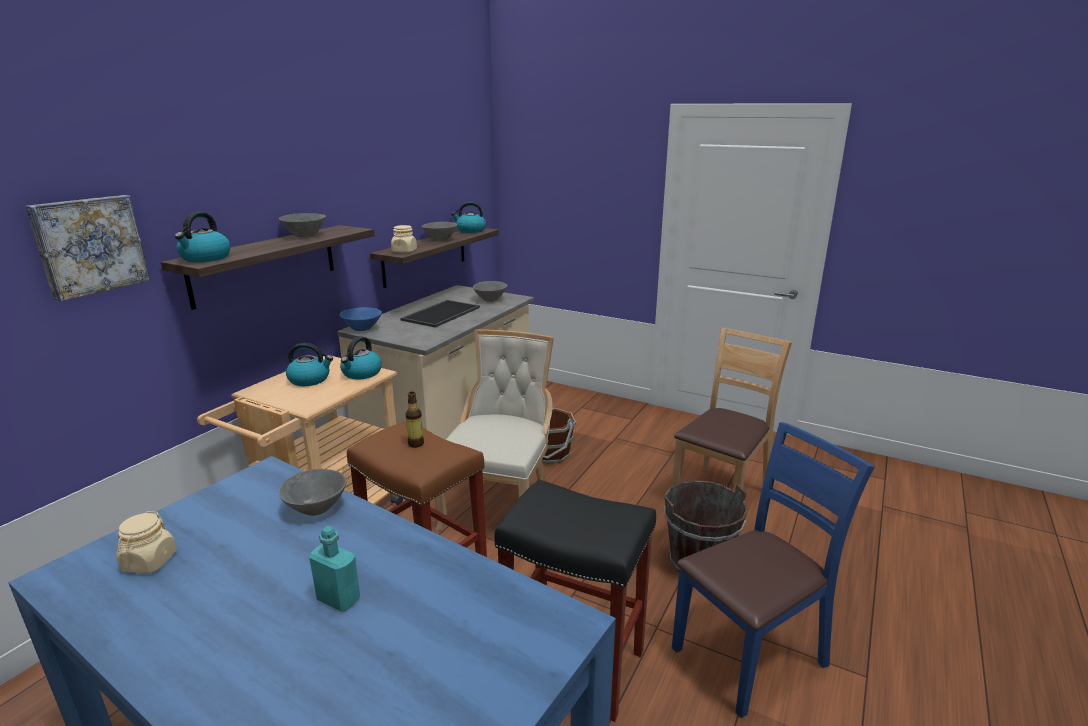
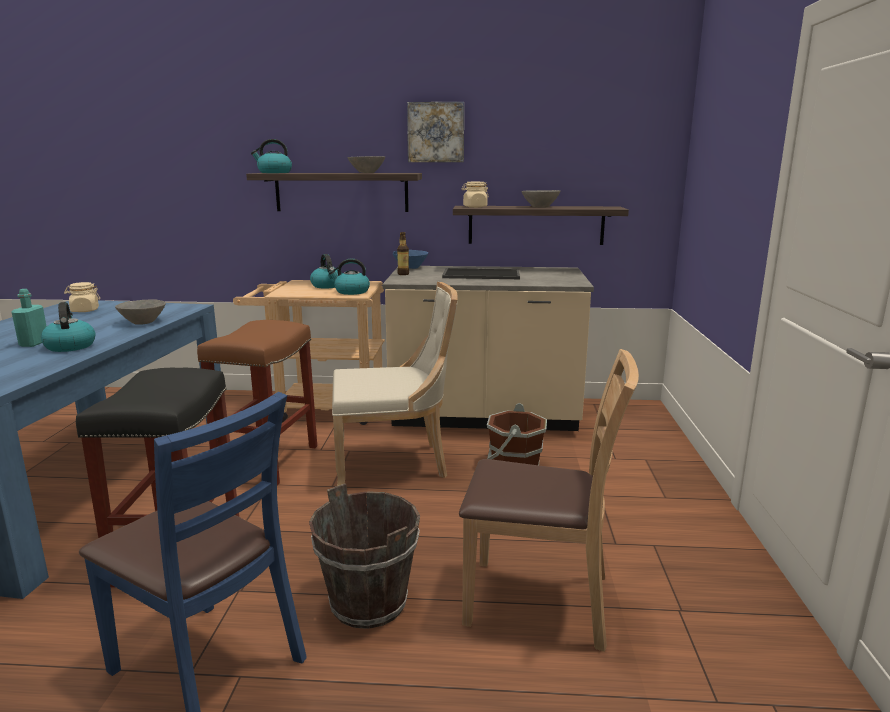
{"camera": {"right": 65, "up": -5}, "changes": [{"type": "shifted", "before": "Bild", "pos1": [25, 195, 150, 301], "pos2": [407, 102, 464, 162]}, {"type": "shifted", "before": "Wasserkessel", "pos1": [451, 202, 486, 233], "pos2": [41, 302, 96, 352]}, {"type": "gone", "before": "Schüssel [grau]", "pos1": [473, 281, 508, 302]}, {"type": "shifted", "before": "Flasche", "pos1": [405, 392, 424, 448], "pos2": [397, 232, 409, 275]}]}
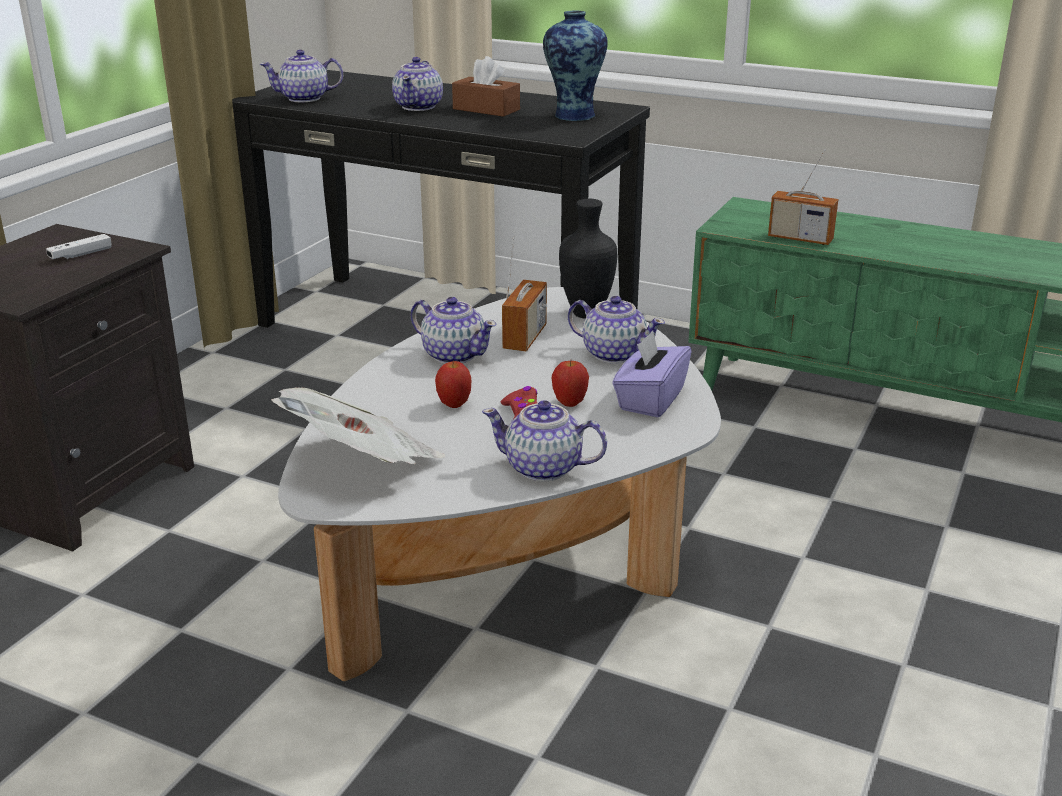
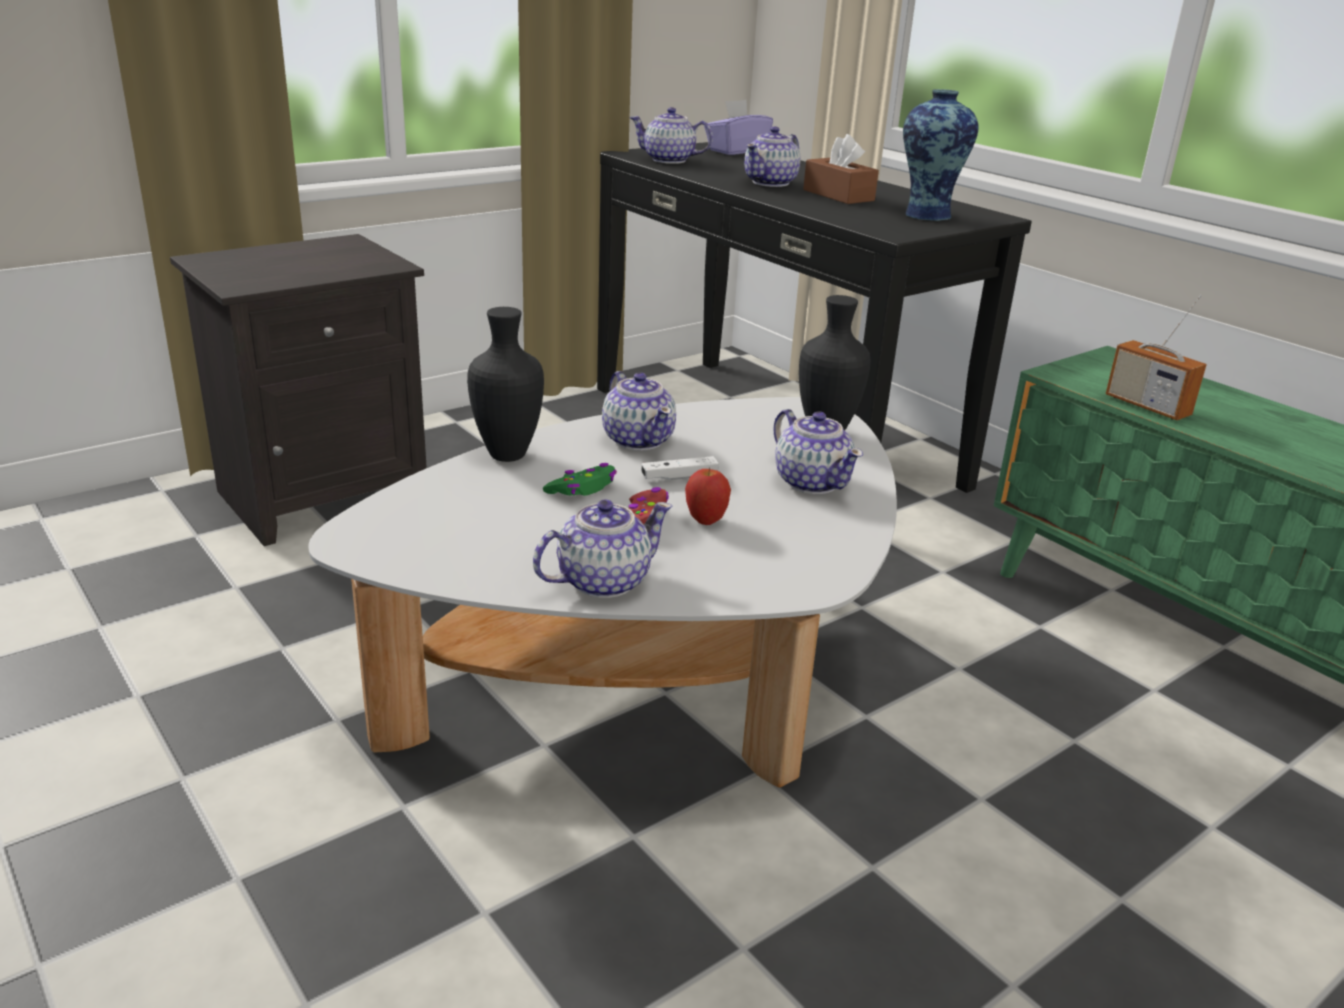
{"camera": {"right": 25, "up": 0}, "changes": [{"type": "shifted", "before": "Gamepad [weiß]", "pos1": [46, 234, 112, 259], "pos2": [641, 456, 719, 481]}, {"type": "gone", "before": "Radio", "pos1": [502, 236, 547, 351]}, {"type": "shifted", "before": "Taschentuchbox [lila]", "pos1": [612, 331, 691, 417], "pos2": [704, 100, 773, 155]}, {"type": "swapped", "before": "Apfel", "after": "Gamepad [grün]", "pos1": [435, 361, 471, 408], "pos2": [543, 463, 617, 496]}, {"type": "gone", "before": "Zeitung", "pos1": [271, 387, 445, 464]}, {"type": "rotated", "before": "Teekanne", "pos1": [482, 400, 607, 482], "pos2": [533, 499, 672, 598], "turn": 105}, {"type": "new", "after": "Vase [schwarz]", "pos2": [467, 307, 544, 462]}]}
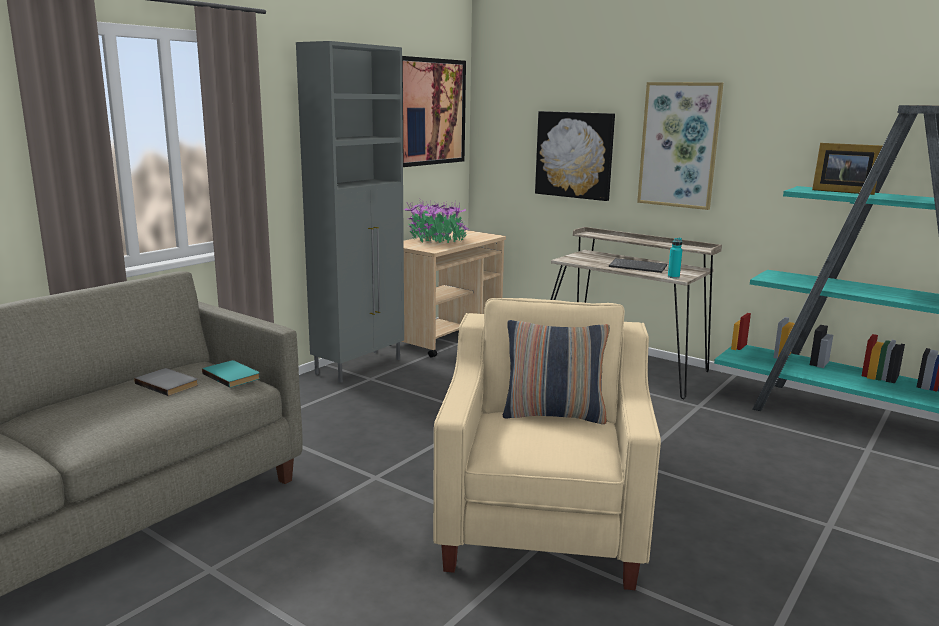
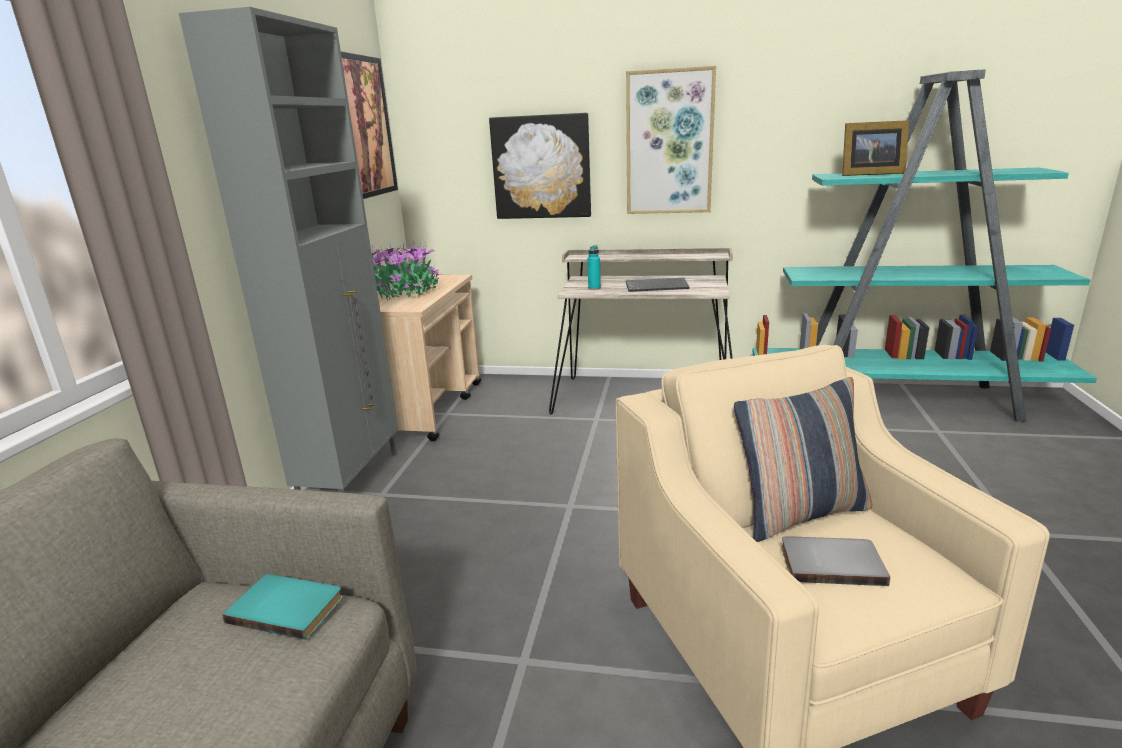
{"camera": {"right": -25, "up": 5}, "changes": [{"type": "shifted", "before": "Flasche [türkis]", "pos1": [668, 238, 682, 278], "pos2": [587, 245, 601, 290]}, {"type": "shifted", "before": "Buch [grau]", "pos1": [134, 368, 198, 396], "pos2": [781, 536, 890, 586]}]}
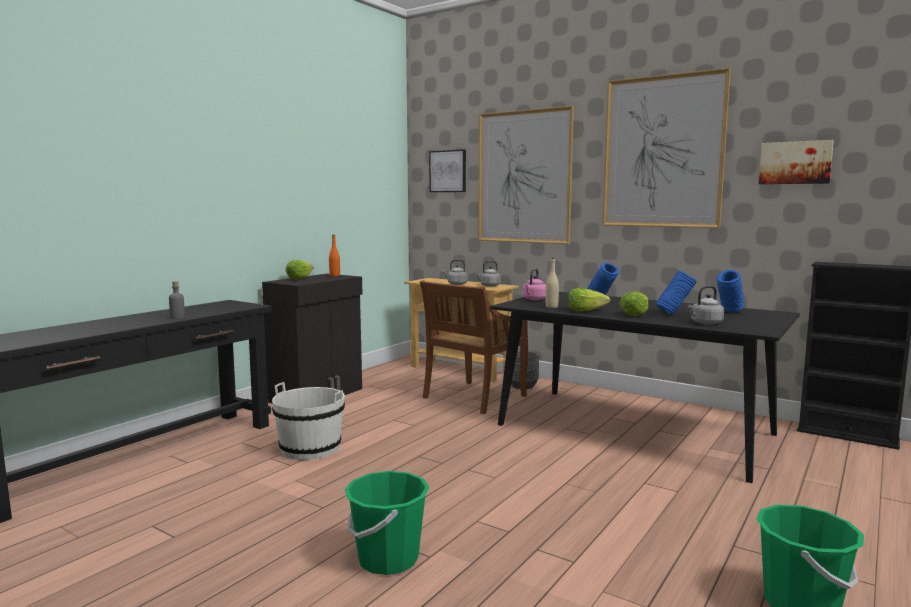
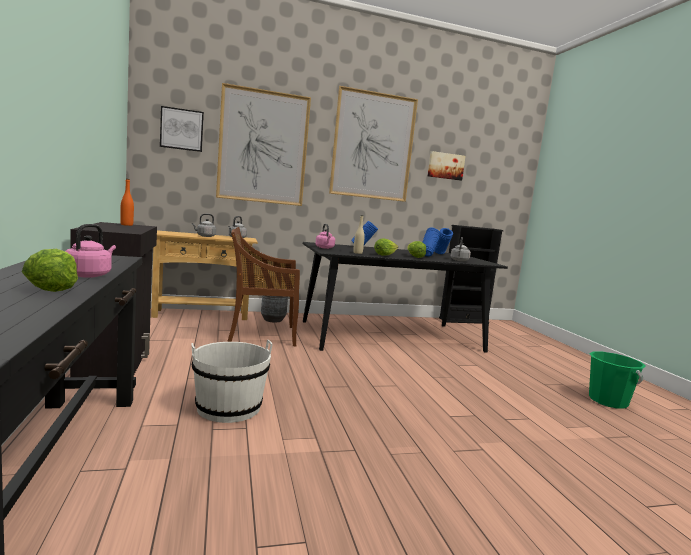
{"camera": {"right": -50, "up": 0}, "changes": [{"type": "shifted", "before": "Salatkopf", "pos1": [285, 260, 313, 280], "pos2": [22, 249, 78, 292]}, {"type": "rotated", "before": "Stuhl [braun]", "pos1": [420, 280, 528, 414], "pos2": [227, 227, 300, 346], "turn": 90}, {"type": "swapped", "before": "Flasche [grau]", "after": "Wasserkessel [rosa]", "pos1": [169, 281, 185, 319], "pos2": [65, 224, 116, 278]}, {"type": "gone", "before": "Eimer [grün]", "pos1": [345, 471, 430, 575]}]}
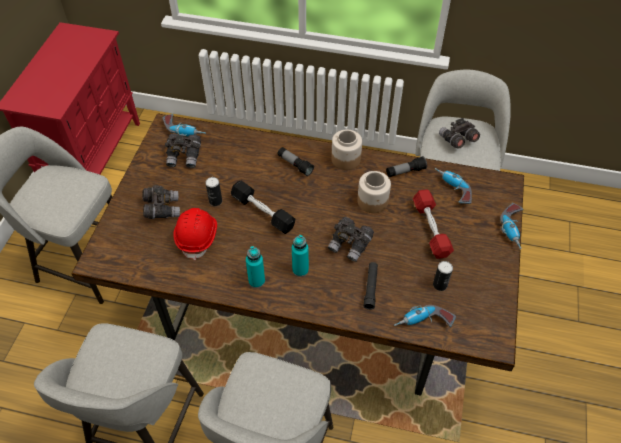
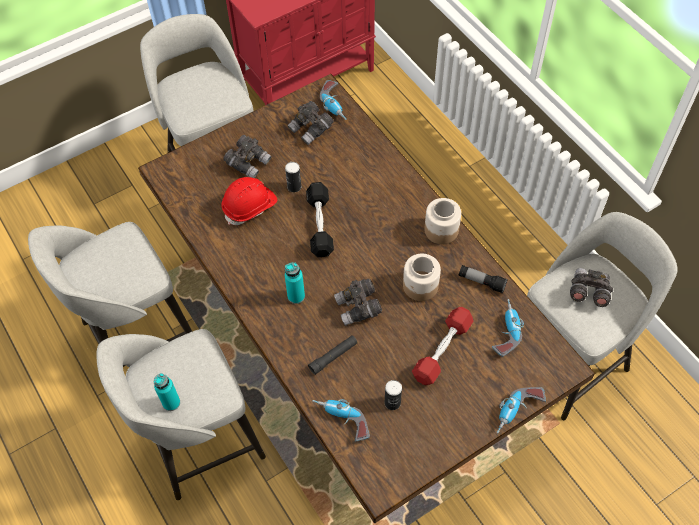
{"camera": {"right": 45, "up": 5}, "changes": [{"type": "gone", "before": "Taschenlampe", "pos1": [277, 147, 314, 176]}, {"type": "shifted", "before": "Flasche [türkis]", "pos1": [246, 246, 265, 288], "pos2": [154, 373, 180, 411]}]}
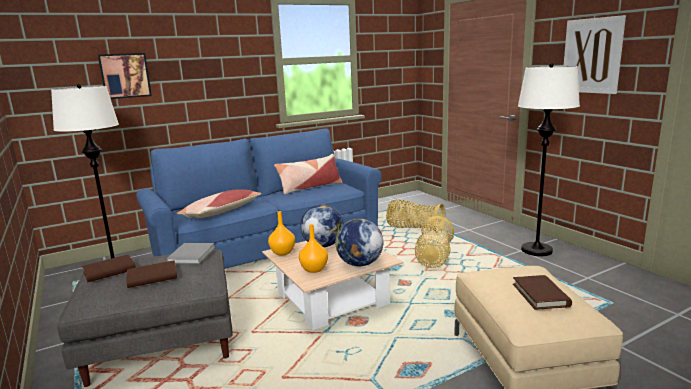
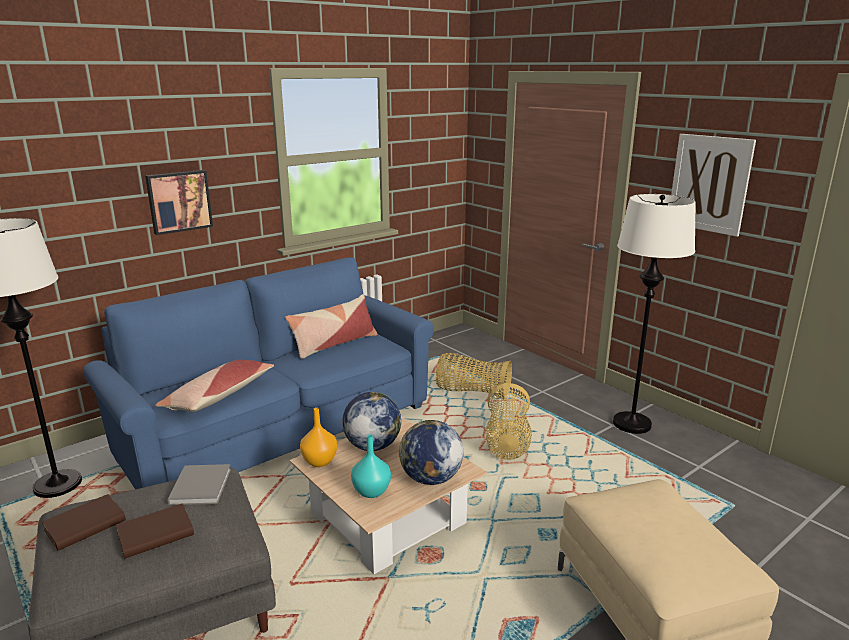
{"camera": {"right": -10, "up": 5}, "changes": [{"type": "shifted", "before": "Bild", "pos1": [98, 53, 152, 99], "pos2": [145, 170, 213, 235]}, {"type": "repainted", "before": "Vase [orange]", "after": "Vase [türkis]", "pos1": [299, 224, 328, 273], "pos2": [351, 435, 391, 498]}, {"type": "gone", "before": "Buch [braun]", "pos1": [513, 275, 572, 310]}]}
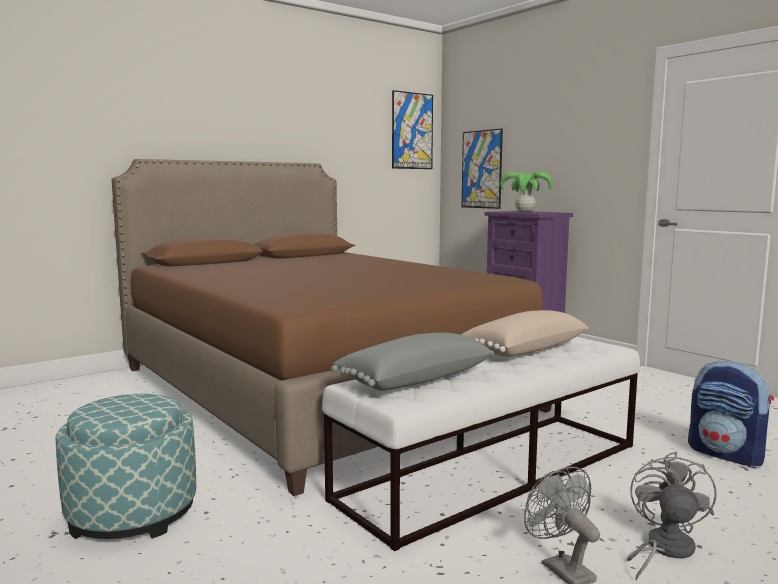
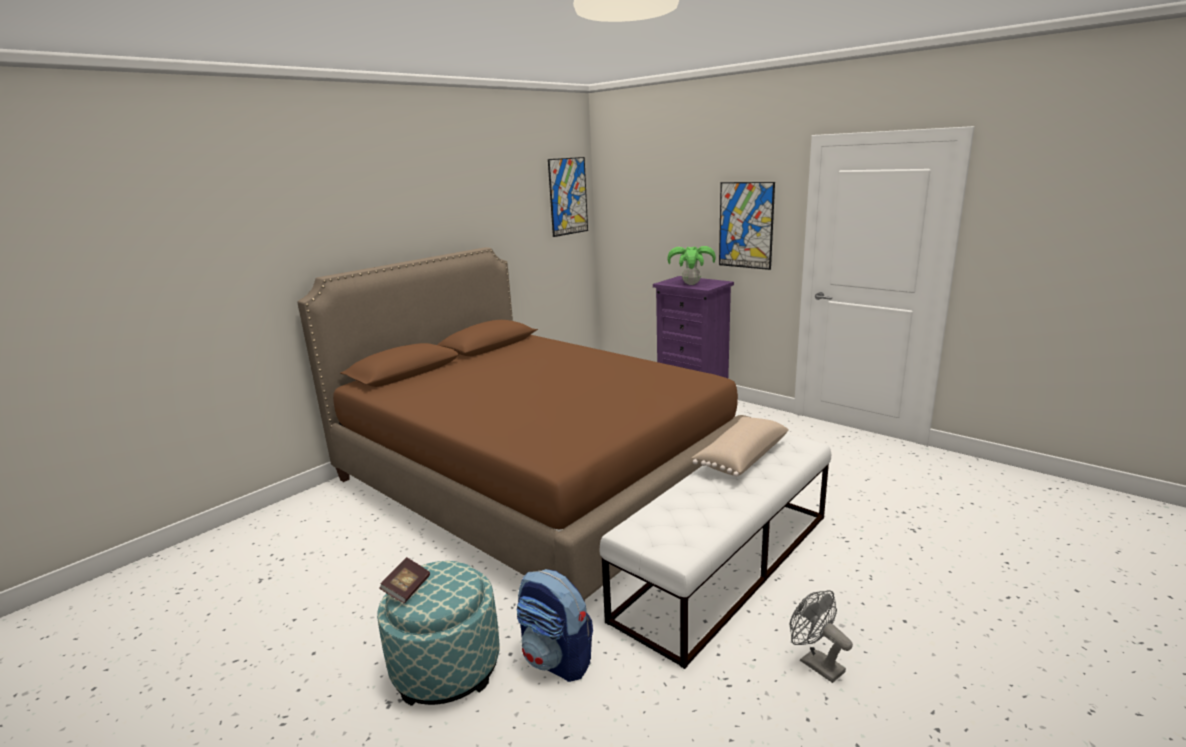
{"camera": {"right": -10, "up": 10}, "changes": [{"type": "shifted", "before": "Bild", "pos1": [462, 129, 503, 209], "pos2": [719, 182, 775, 270]}, {"type": "gone", "before": "Kissen [grau]", "pos1": [331, 333, 494, 391]}, {"type": "shifted", "before": "Rucksack", "pos1": [688, 361, 774, 467], "pos2": [516, 569, 593, 682]}, {"type": "gone", "before": "Ventilator [grau]", "pos1": [627, 452, 717, 581]}, {"type": "new", "after": "Buch", "pos2": [379, 557, 430, 603]}]}
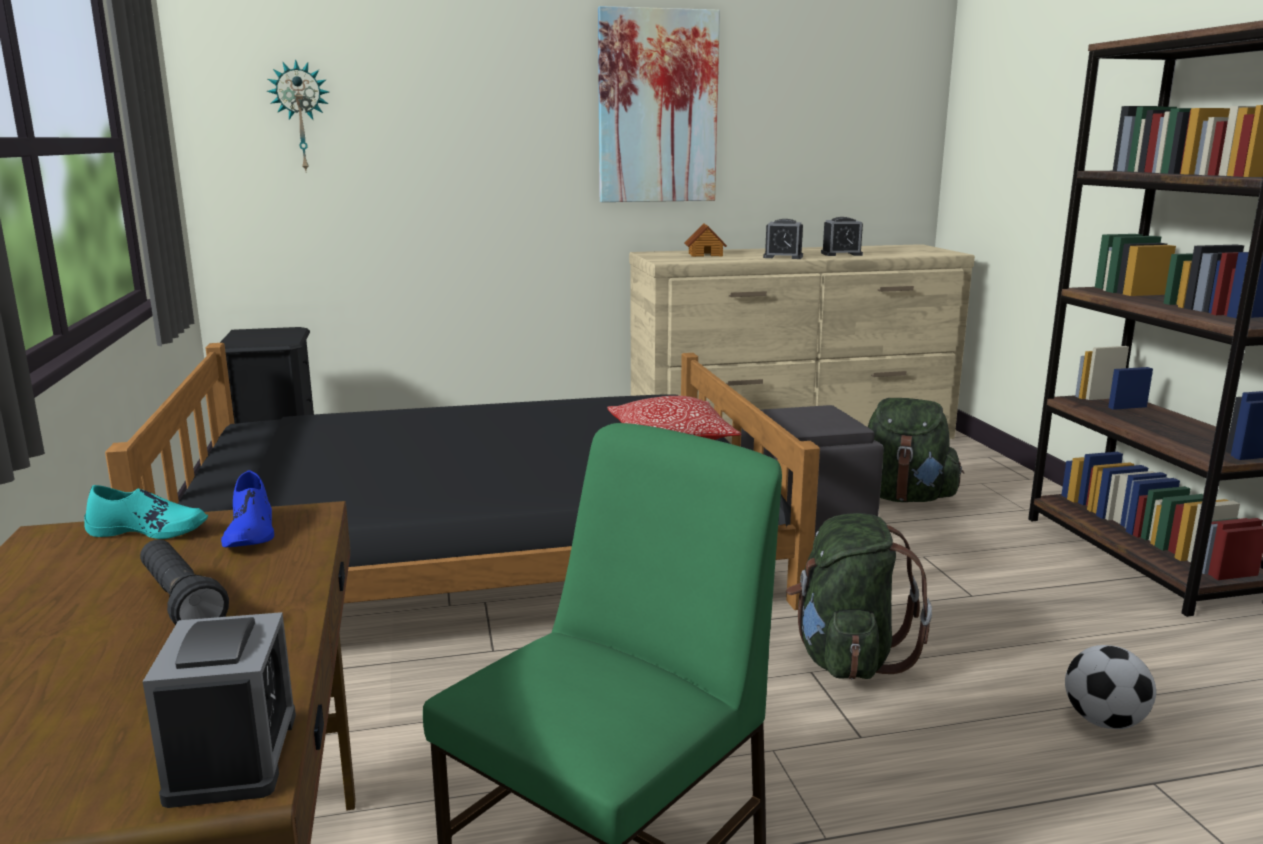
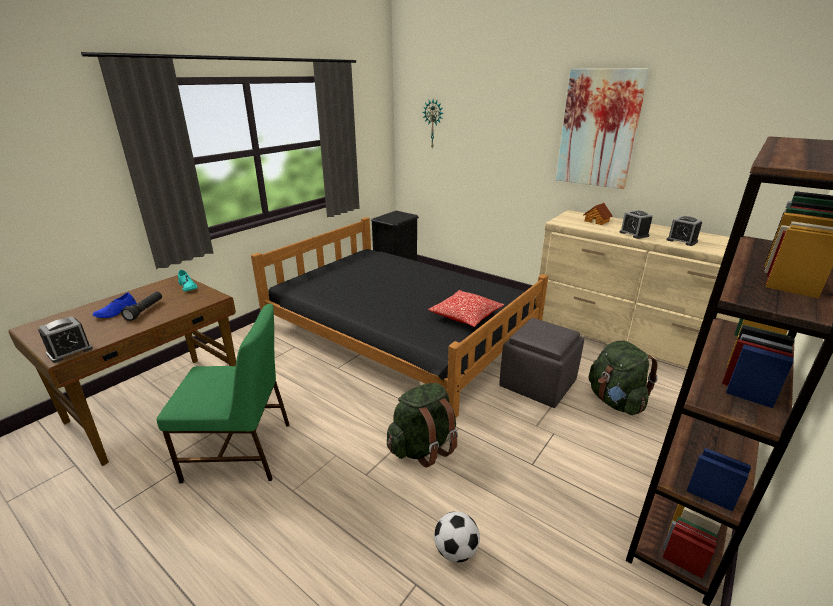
{"camera": {"right": 50, "up": 10}, "changes": [{"type": "shifted", "before": "Schuh [blau]", "pos1": [221, 470, 274, 547], "pos2": [93, 292, 137, 318]}]}
